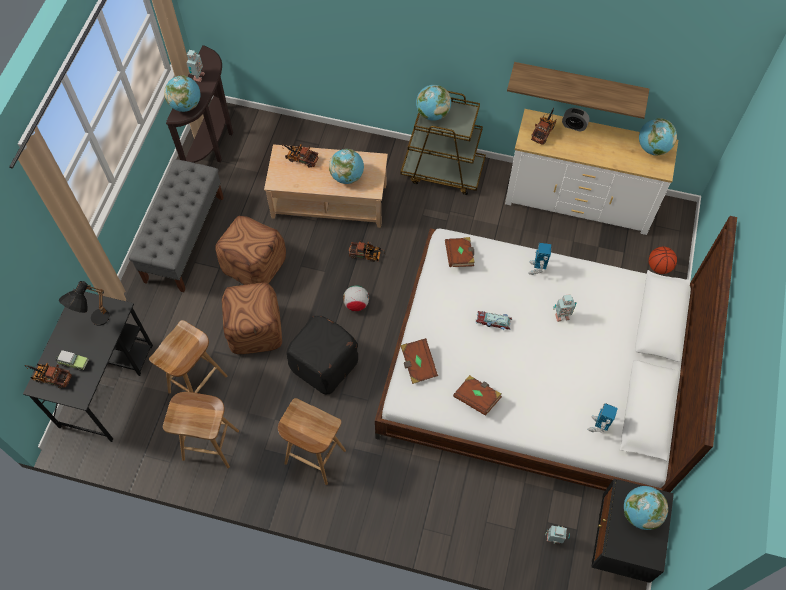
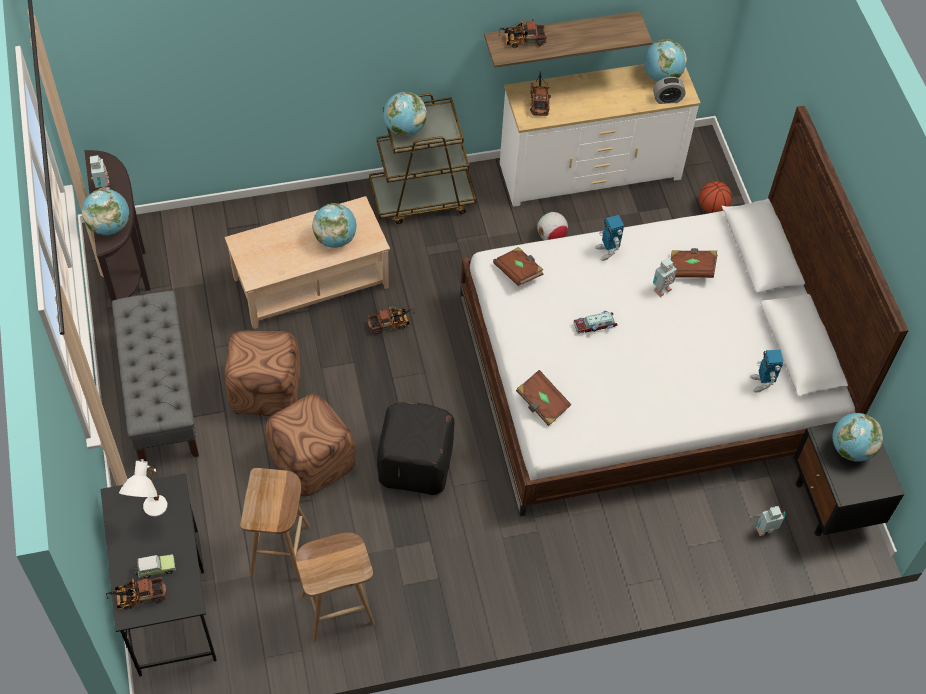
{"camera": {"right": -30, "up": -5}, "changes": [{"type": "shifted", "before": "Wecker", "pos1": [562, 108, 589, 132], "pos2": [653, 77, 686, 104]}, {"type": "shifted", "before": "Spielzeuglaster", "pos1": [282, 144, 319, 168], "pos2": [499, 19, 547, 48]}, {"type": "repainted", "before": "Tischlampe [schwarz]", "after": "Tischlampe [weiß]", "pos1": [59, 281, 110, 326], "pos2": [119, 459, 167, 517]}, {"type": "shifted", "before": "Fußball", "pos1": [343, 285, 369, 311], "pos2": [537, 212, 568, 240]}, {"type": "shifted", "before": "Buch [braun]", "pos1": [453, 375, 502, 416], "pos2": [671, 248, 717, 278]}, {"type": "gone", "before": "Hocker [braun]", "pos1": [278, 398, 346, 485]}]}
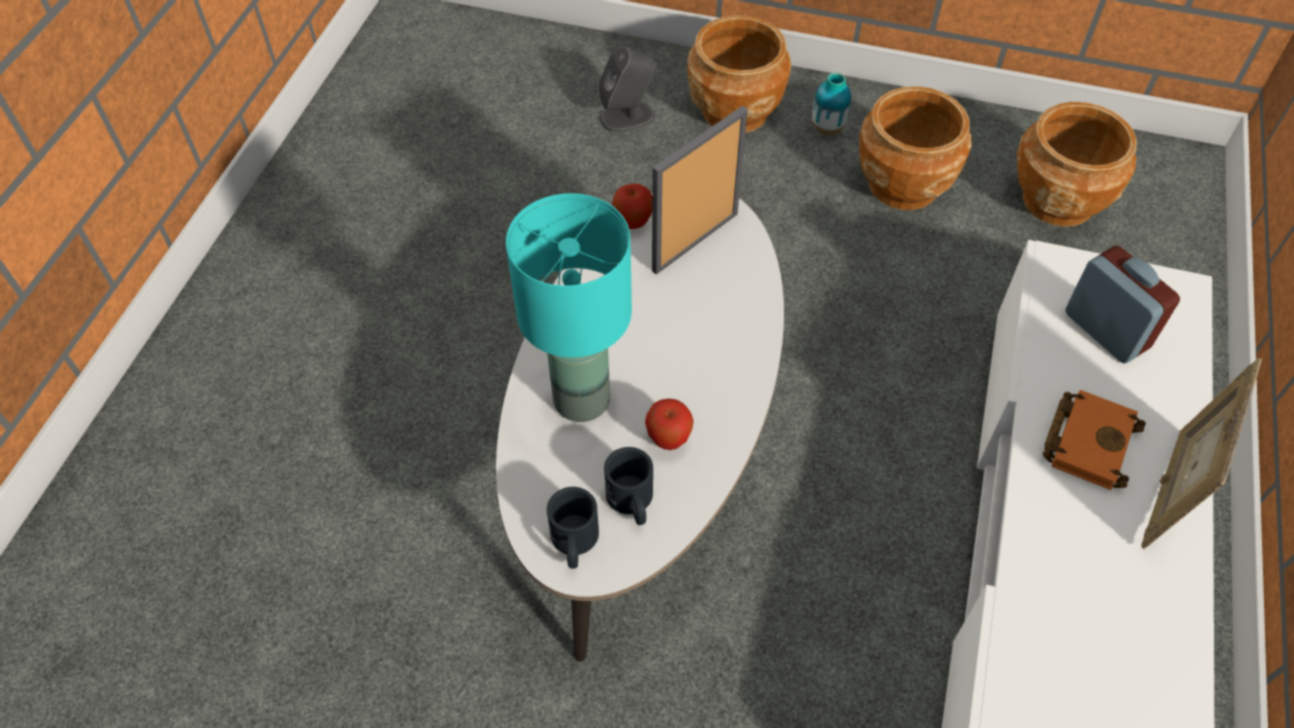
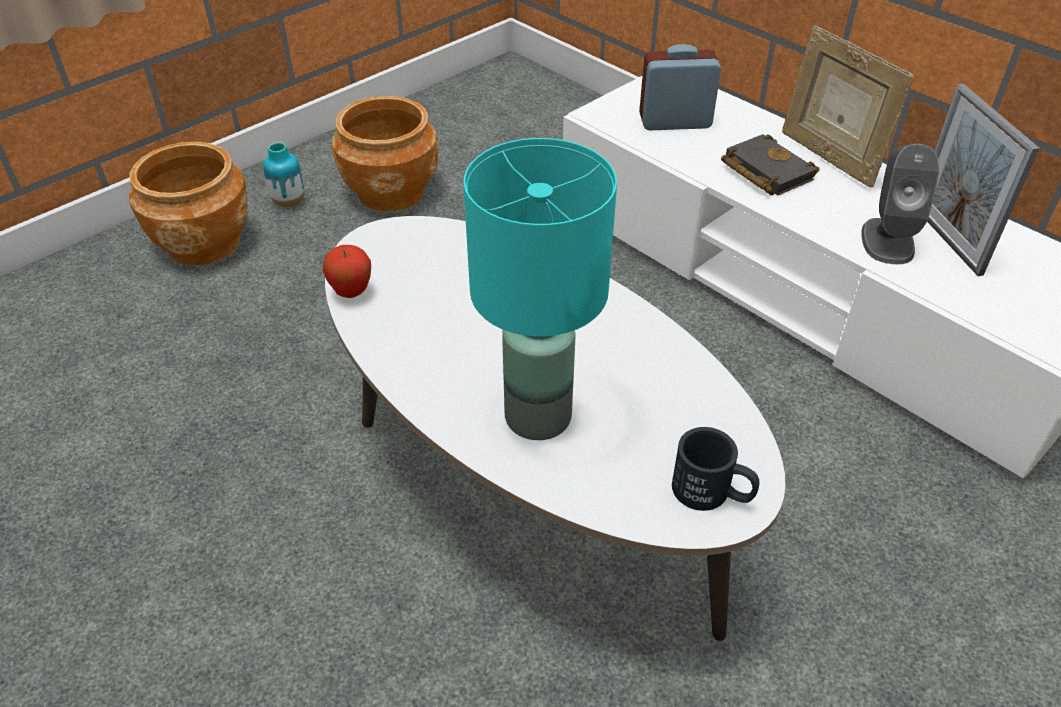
{"camera": {"right": -60, "up": -10}, "changes": [{"type": "shifted", "before": "Lautsprecher [grau]", "pos1": [599, 46, 657, 133], "pos2": [861, 144, 939, 264]}, {"type": "gone", "before": "Pflanzkübel [braun]", "pos1": [1017, 102, 1137, 227]}, {"type": "shifted", "before": "Bilderrahmen", "pos1": [652, 106, 747, 275], "pos2": [927, 83, 1040, 276]}, {"type": "repainted", "before": "Buch [orange]", "after": "Buch [schwarz]", "pos1": [1043, 390, 1146, 490], "pos2": [721, 134, 820, 196]}, {"type": "gone", "before": "Apfel", "pos1": [645, 398, 694, 450]}, {"type": "gone", "before": "Henkelbecher [schwarz]", "pos1": [604, 447, 653, 525]}]}
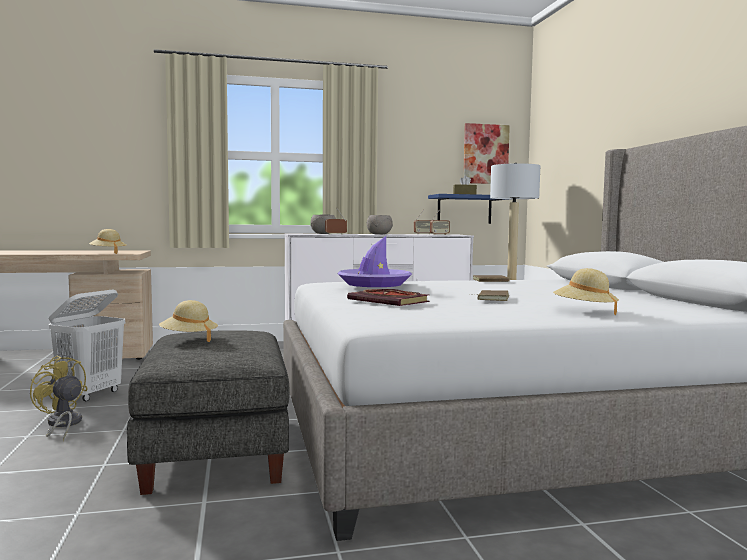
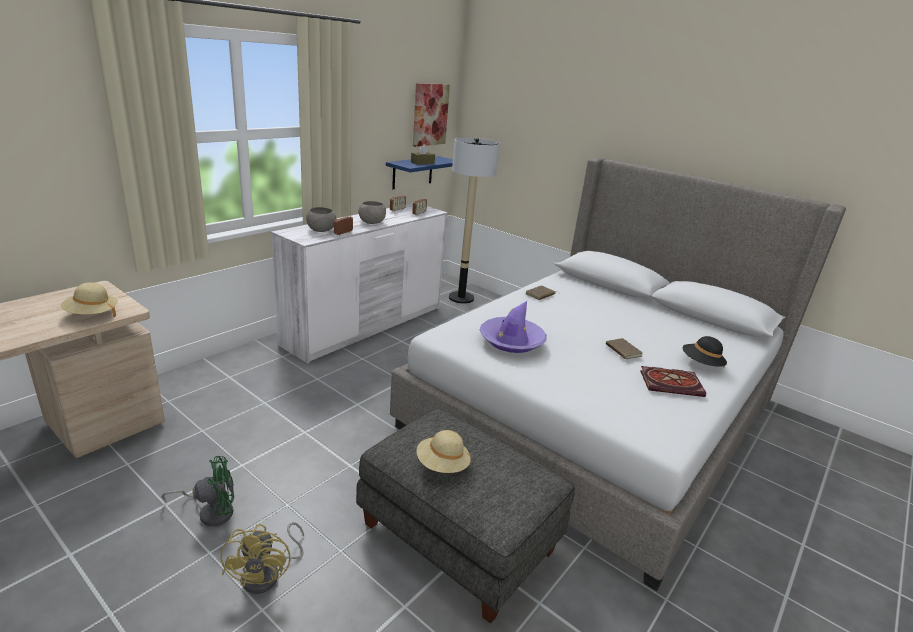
{"camera": {"right": -40, "up": 20}, "changes": [{"type": "repainted", "before": "Hut [beige]", "after": "Hut [schwarz]", "pos1": [553, 268, 619, 315], "pos2": [683, 336, 727, 368]}, {"type": "swapped", "before": "Wäschekorb [weiß]", "after": "Ventilator [grün]", "pos1": [48, 289, 125, 401], "pos2": [162, 456, 234, 527]}, {"type": "shifted", "before": "Buch", "pos1": [347, 289, 430, 306], "pos2": [640, 366, 706, 397]}, {"type": "rotated", "before": "Ventilator [gelb]", "pos1": [30, 356, 88, 441], "pos2": [221, 522, 304, 594], "turn": -90}]}
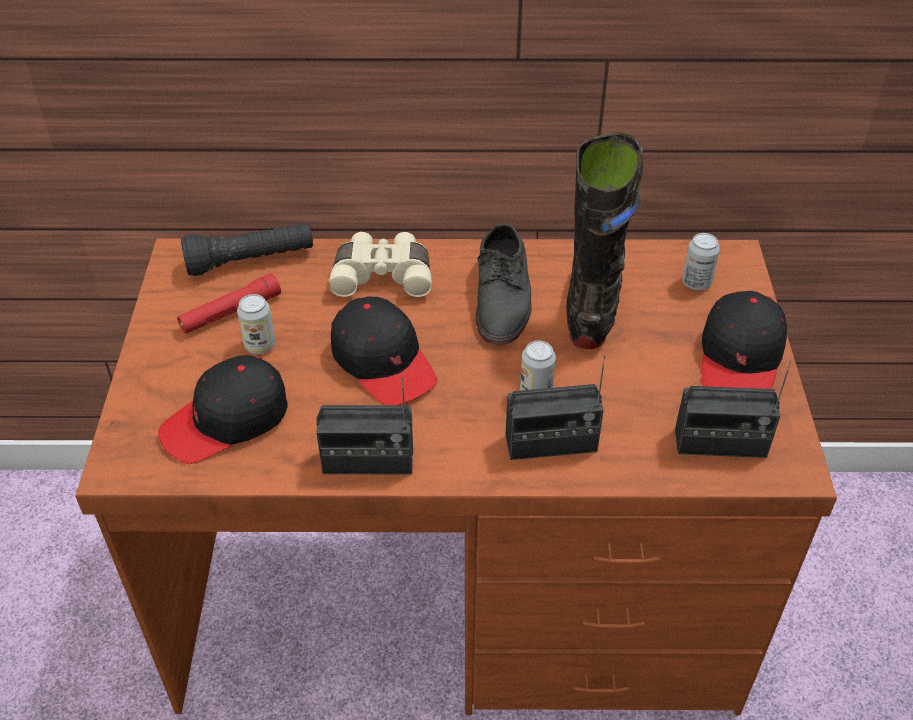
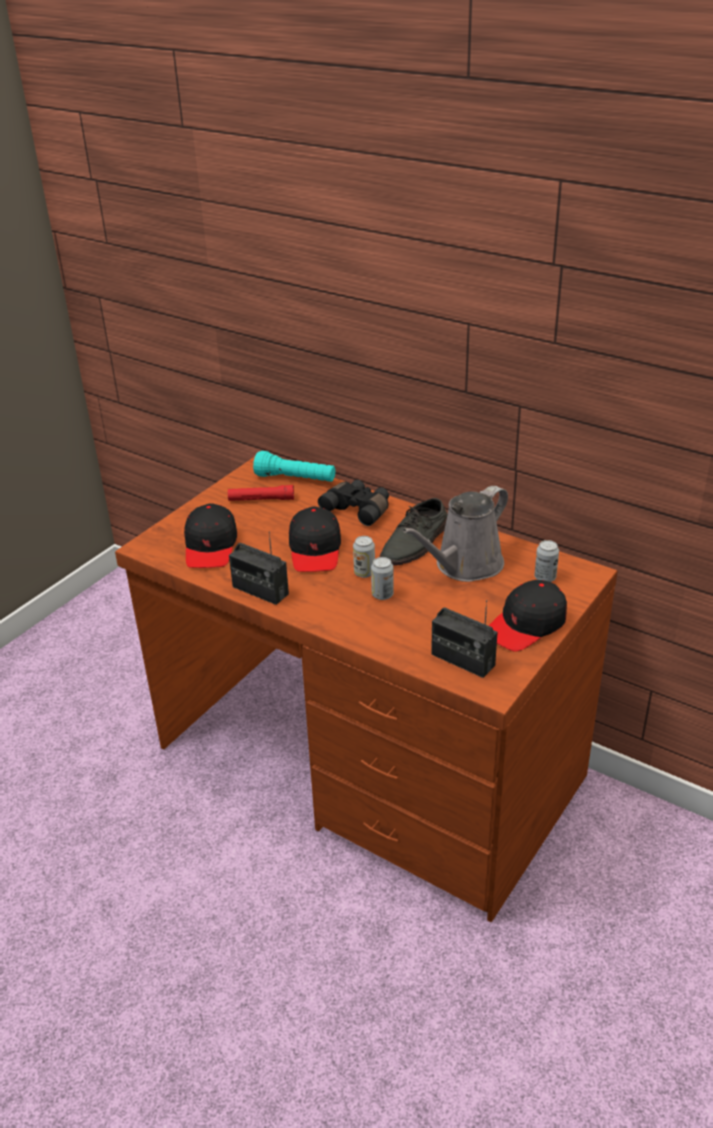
{"camera": {"right": 35, "up": -10}, "changes": [{"type": "swapped", "before": "Stiefel [schwarz]", "after": "Gießkanne [grau]", "pos1": [566, 133, 643, 349], "pos2": [403, 486, 508, 582]}, {"type": "repainted", "before": "Taschenlampe [schwarz]", "after": "Taschenlampe [türkis]", "pos1": [181, 223, 313, 276], "pos2": [253, 451, 335, 482]}, {"type": "repainted", "before": "Fernglas [beige]", "after": "Fernglas [schwarz]", "pos1": [329, 232, 432, 297], "pos2": [318, 480, 389, 526]}, {"type": "shifted", "before": "Dose", "pos1": [237, 294, 275, 354], "pos2": [353, 536, 375, 578]}, {"type": "rotated", "before": "Kappe [schwarz]", "pos1": [158, 355, 288, 464], "pos2": [184, 503, 237, 568], "turn": -90}, {"type": "gone", "before": "Radio", "pos1": [506, 355, 605, 460]}]}
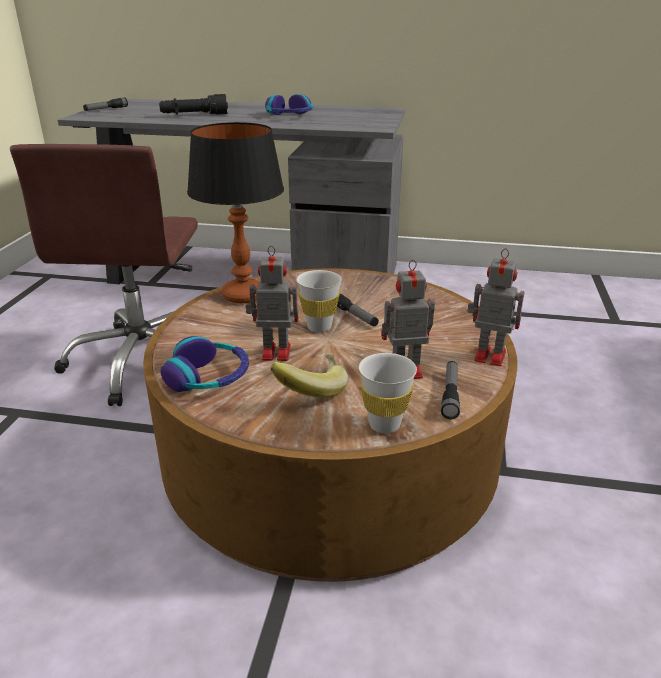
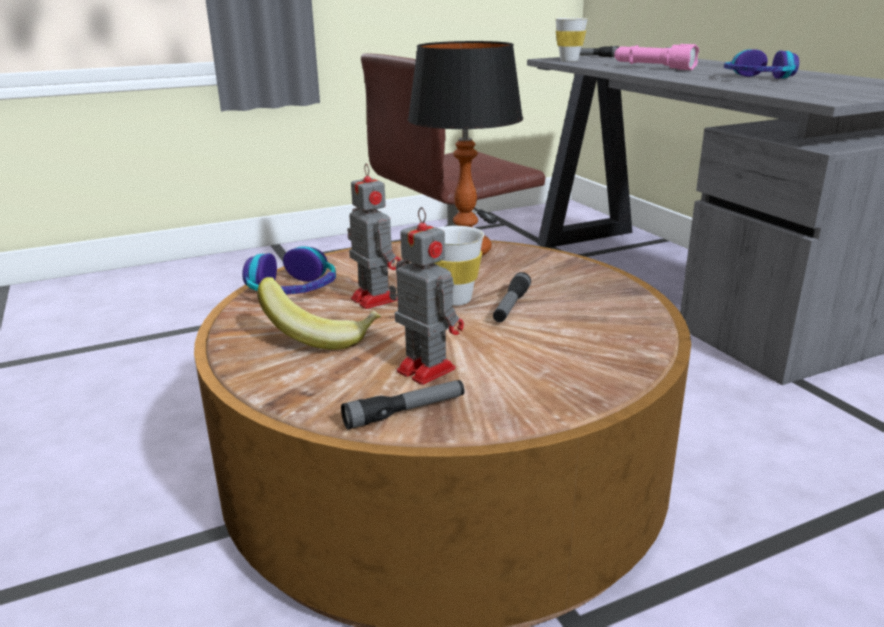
{"camera": {"right": 55, "up": -5}, "changes": [{"type": "repainted", "before": "Taschenlampe [schwarz]", "after": "Taschenlampe [rosa]", "pos1": [159, 94, 228, 115], "pos2": [614, 44, 699, 70]}, {"type": "gone", "before": "Spielzeugroboter", "pos1": [467, 248, 525, 366]}, {"type": "shifted", "before": "Tasse [weiß]", "pos1": [359, 353, 417, 434], "pos2": [555, 18, 588, 62]}]}
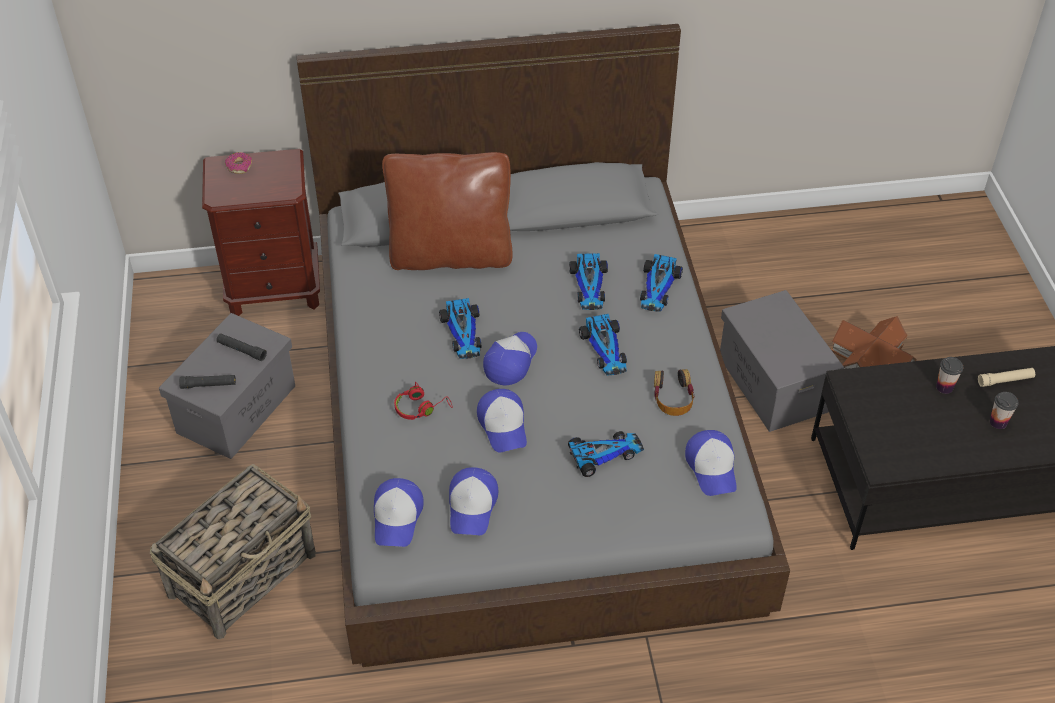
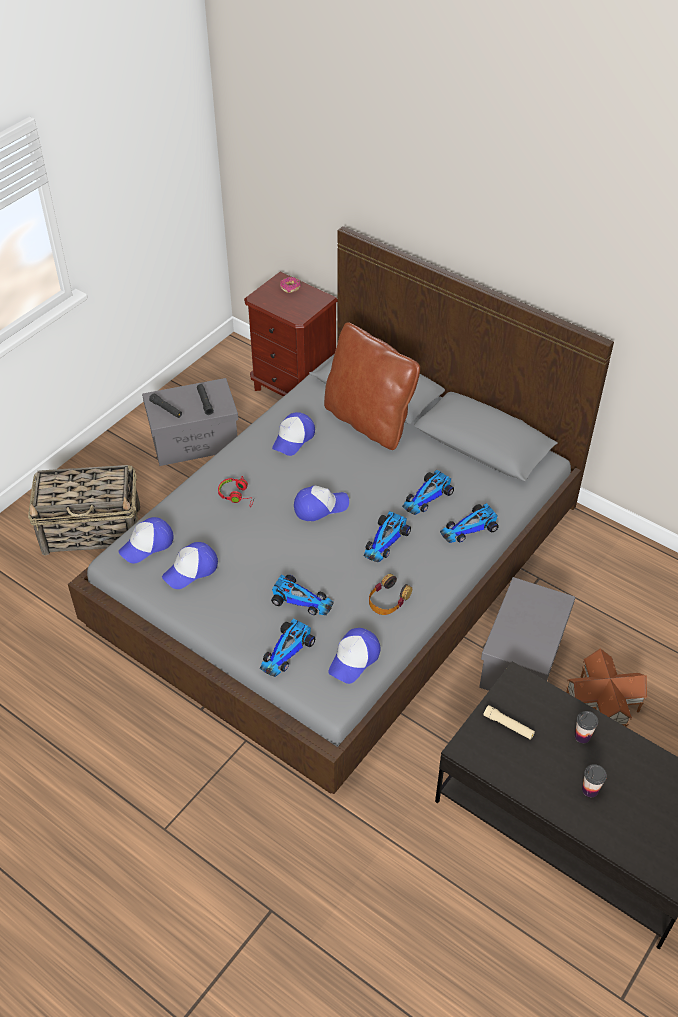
{"camera": {"right": 45, "up": 0}, "changes": [{"type": "shifted", "before": "Spielzeugauto", "pos1": [439, 298, 482, 359], "pos2": [260, 618, 315, 677]}, {"type": "shifted", "before": "Taschenlampe [beige]", "pos1": [978, 368, 1035, 387], "pos2": [483, 705, 535, 740]}, {"type": "shifted", "before": "Kappe", "pos1": [477, 389, 527, 453], "pos2": [272, 412, 315, 456]}]}
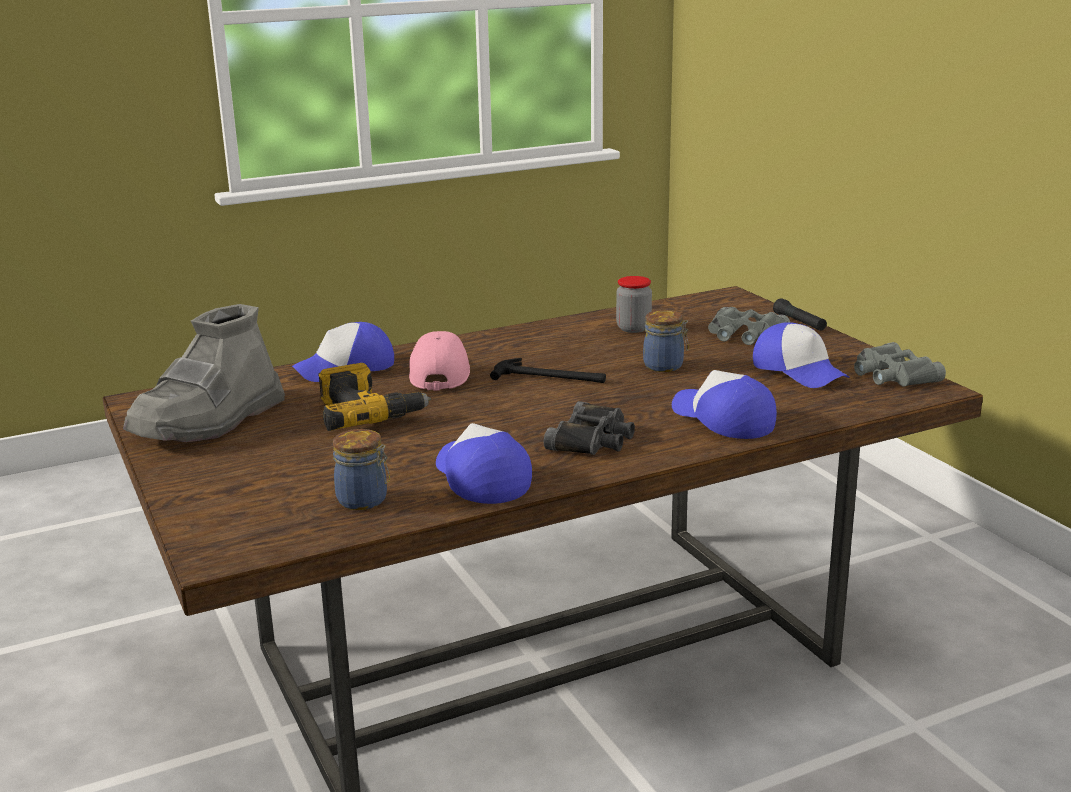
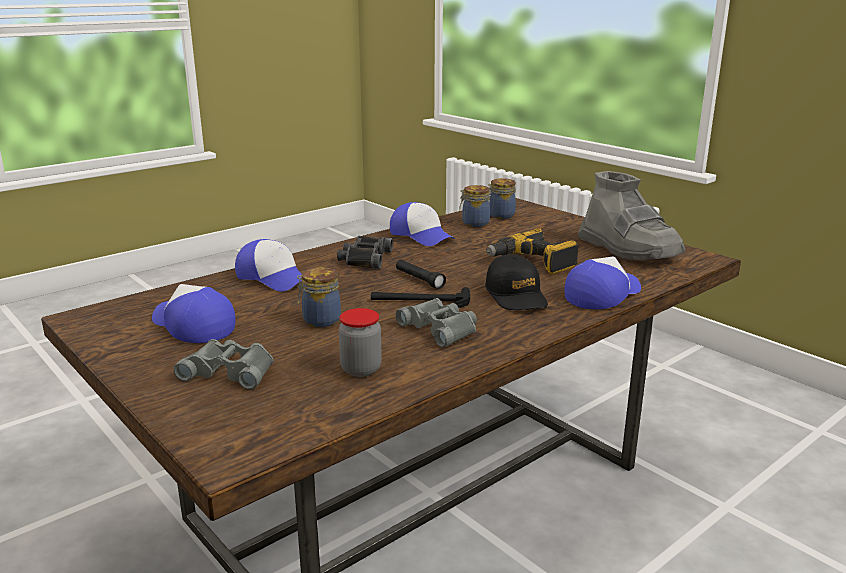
{"camera": {"right": 165, "up": 0}, "changes": [{"type": "shifted", "before": "Taschenlampe [schwarz]", "pos1": [773, 298, 827, 331], "pos2": [396, 260, 446, 289]}, {"type": "rotated", "before": "Stiefel [grau]", "pos1": [123, 304, 285, 442], "pos2": [578, 171, 686, 261], "turn": 135}, {"type": "repainted", "before": "Kappe [rosa]", "after": "Kappe [schwarz]", "pos1": [409, 331, 470, 391], "pos2": [485, 254, 548, 310]}, {"type": "shifted", "before": "Fernglas [grau]", "pos1": [854, 342, 946, 387], "pos2": [395, 298, 477, 347]}, {"type": "new", "after": "Vorratsglas", "pos2": [488, 178, 516, 219]}]}
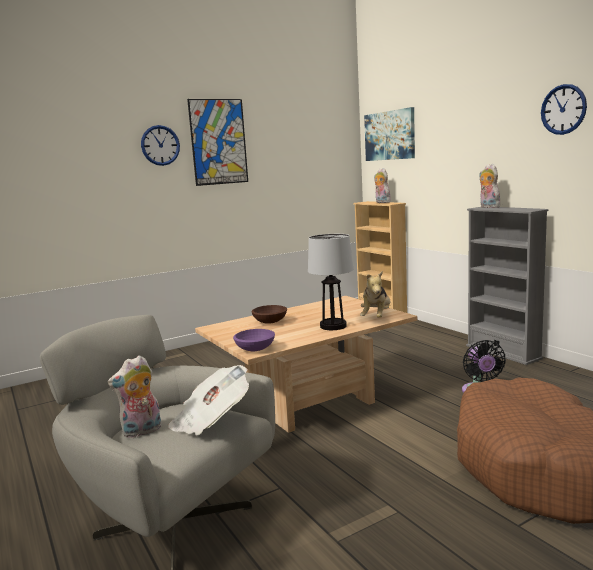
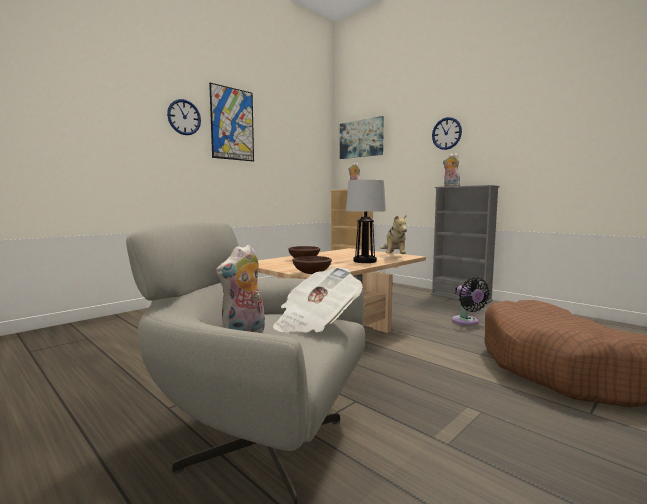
{"camera": {"right": -15, "up": -5}, "changes": [{"type": "shifted", "before": "Wanduhr", "pos1": [541, 84, 587, 135], "pos2": [432, 117, 462, 150]}, {"type": "repainted", "before": "Schüssel [lila]", "after": "Schüssel [braun]", "pos1": [233, 329, 275, 351], "pos2": [292, 256, 332, 274]}]}
